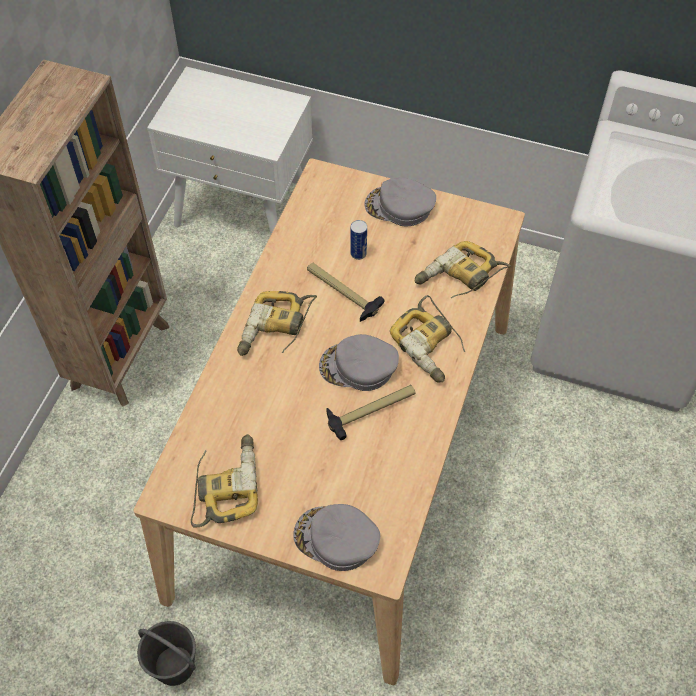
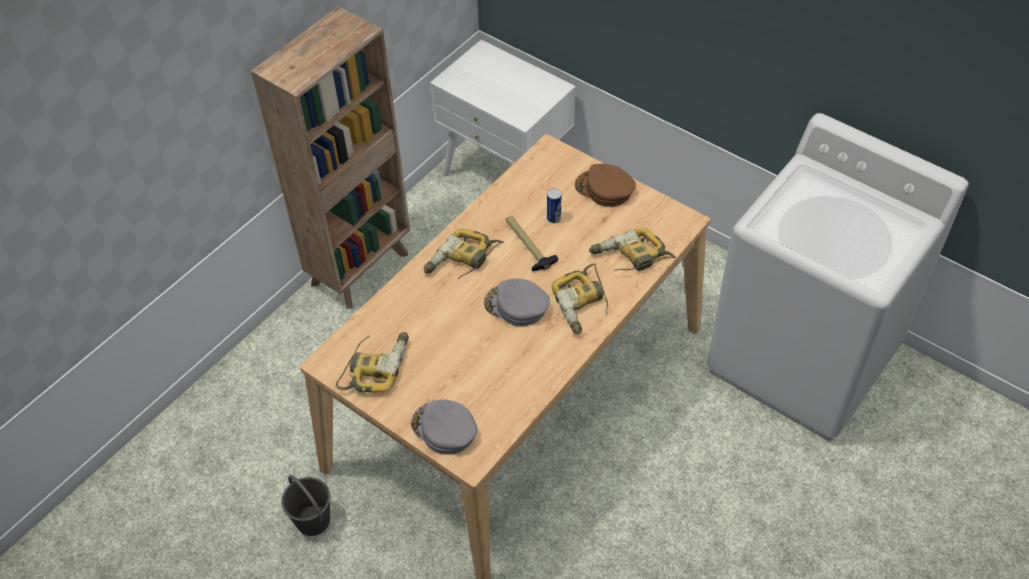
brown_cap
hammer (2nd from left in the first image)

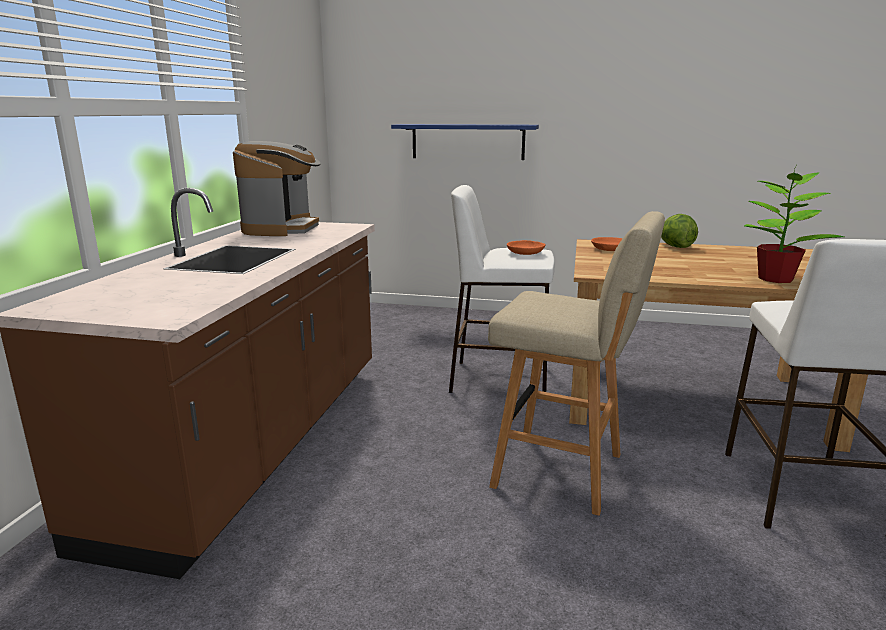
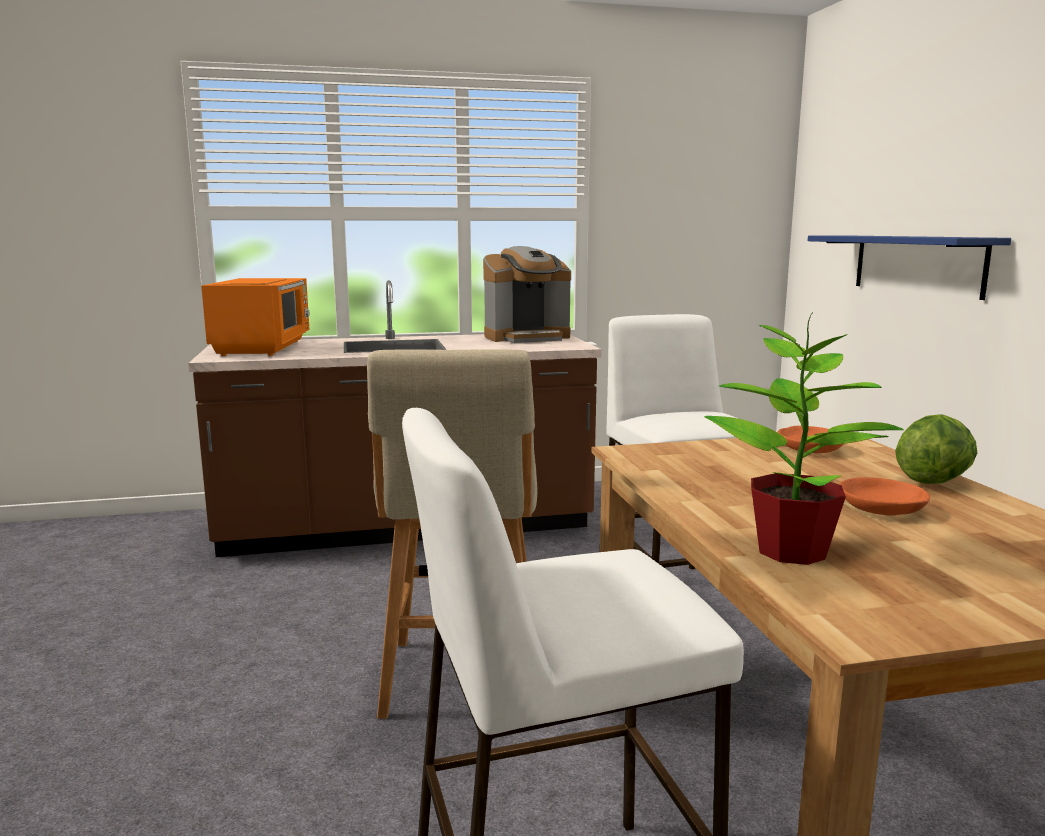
orange_microwave
orange_bowl (2nd from left)

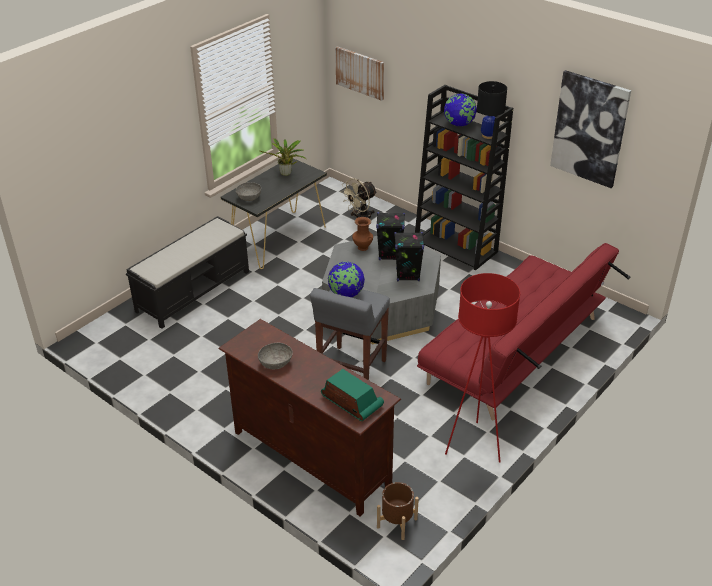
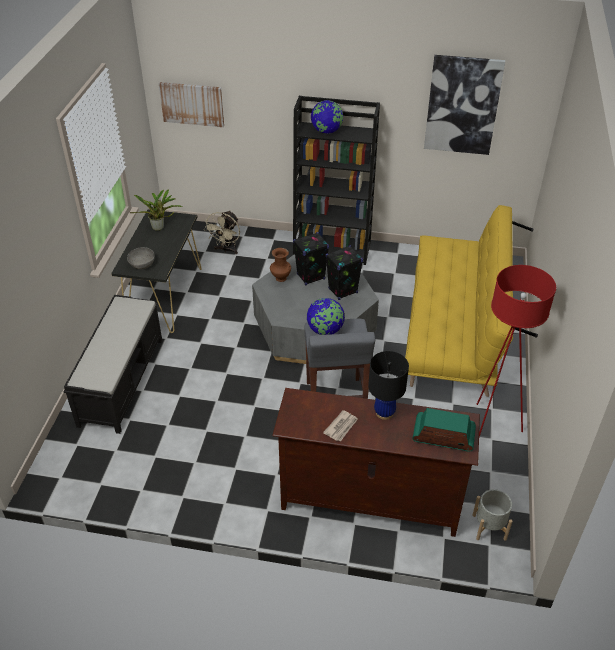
newspaper
black_table_lamp
yellow_sofa
grey_planter

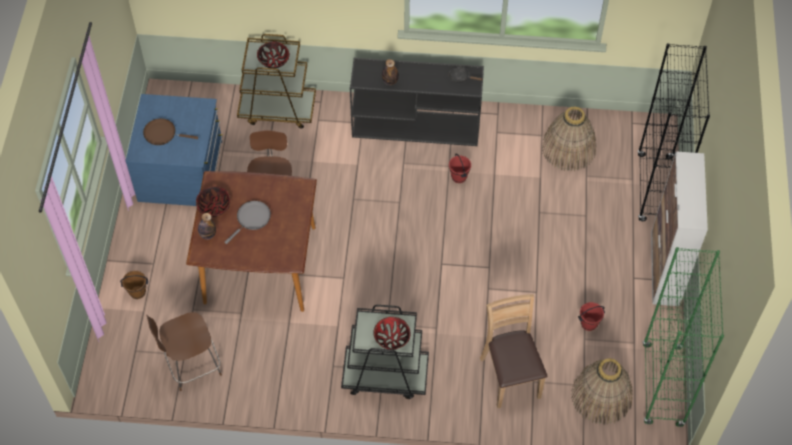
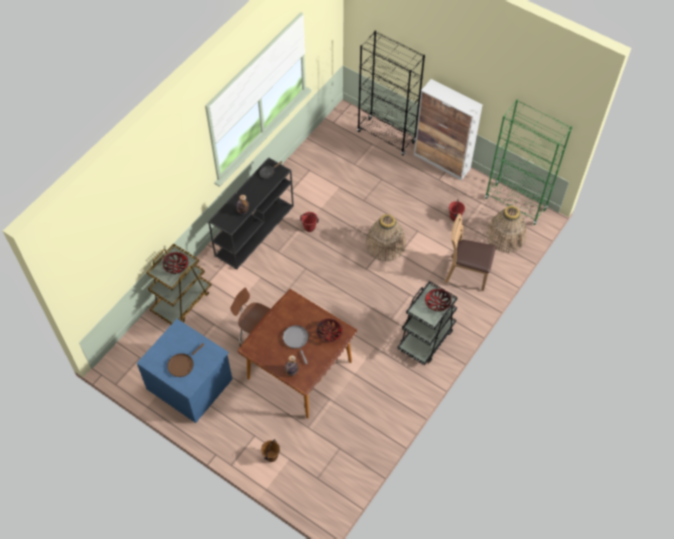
bowl (2nd from left)
basket (1st from left)
brown_chair (1st from left in the first image)

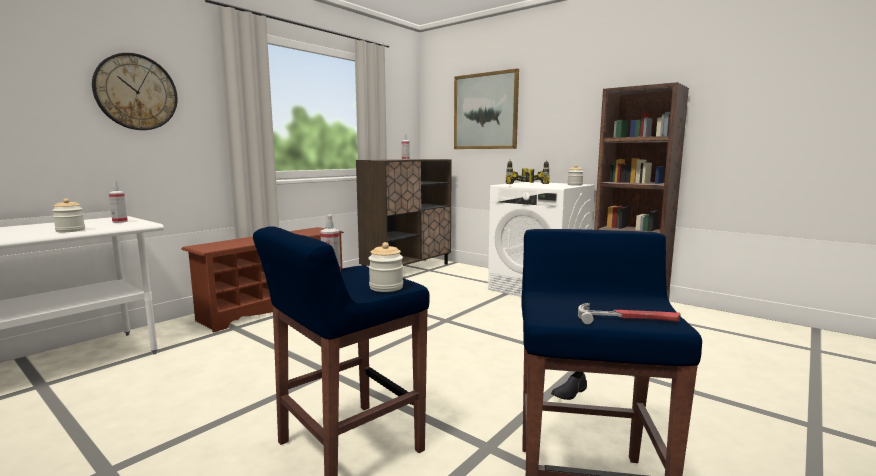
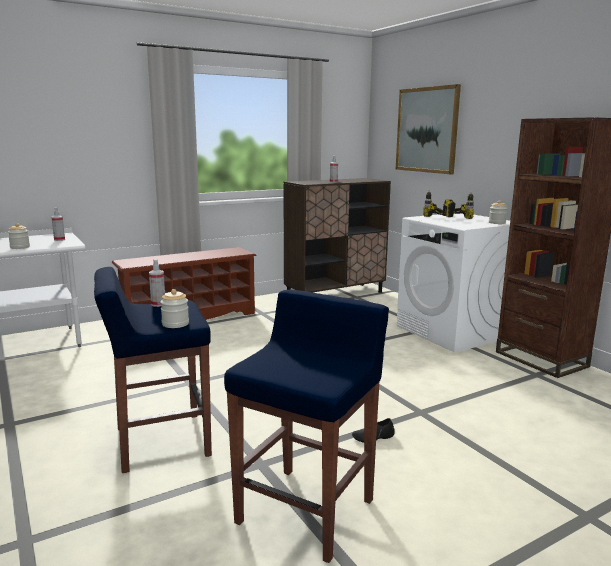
wall_clock
hammer

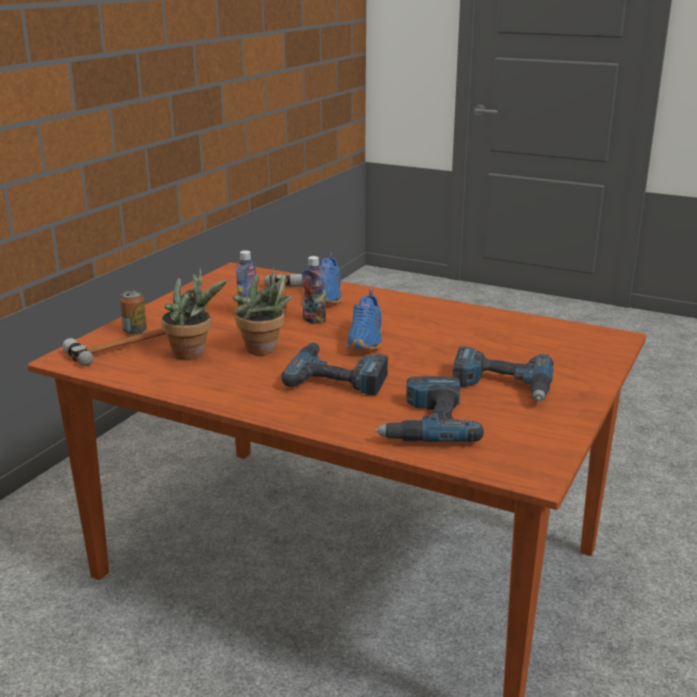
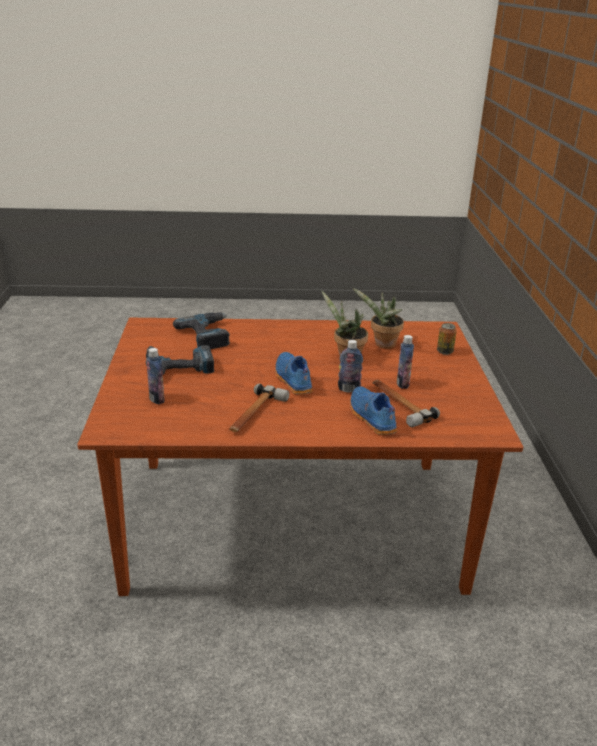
bottle (1st from left)
hammer (1st from left)
power_drill (1st from left in the first image)

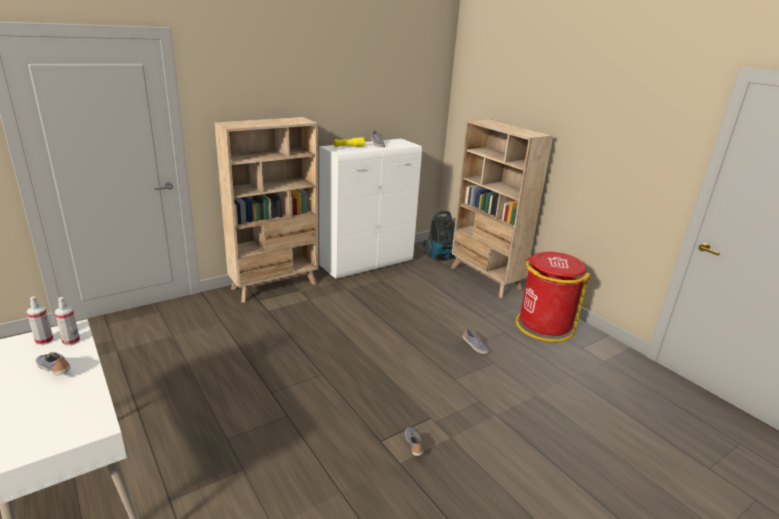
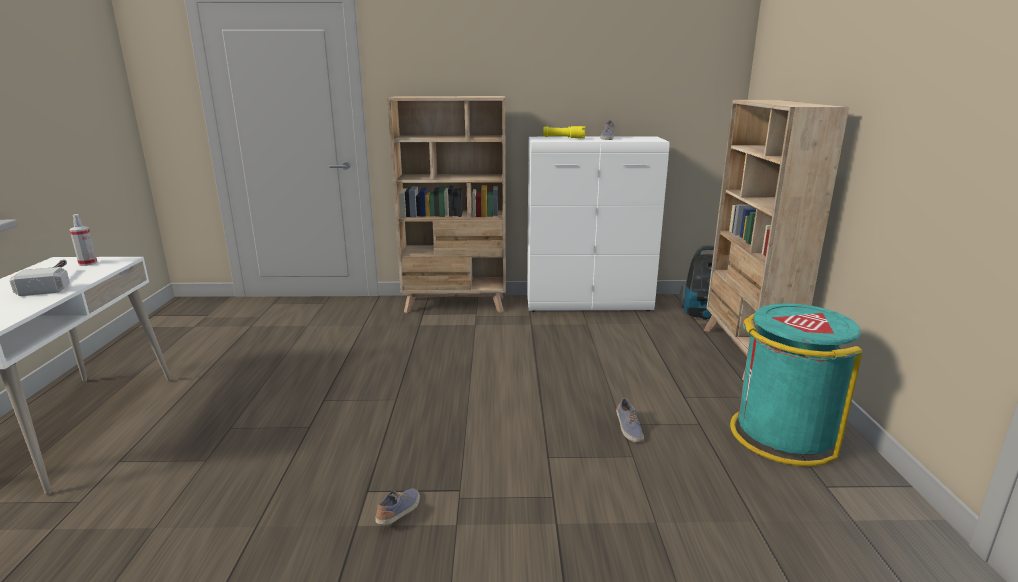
hammer
turquoise_trash_can
spray_bottle (2nd from left in the first image)

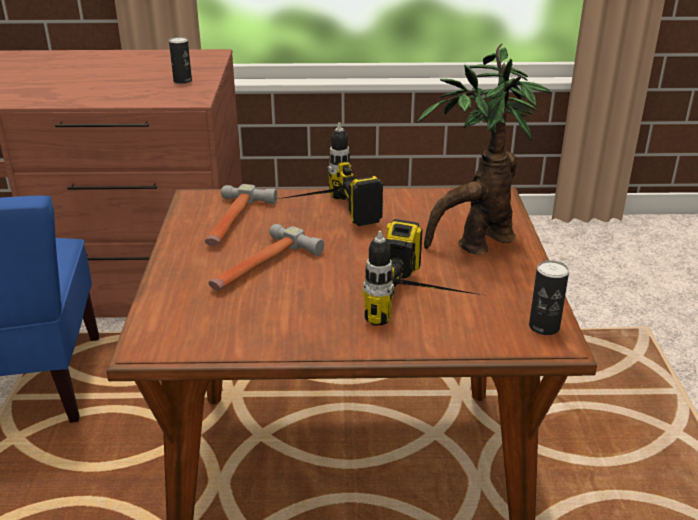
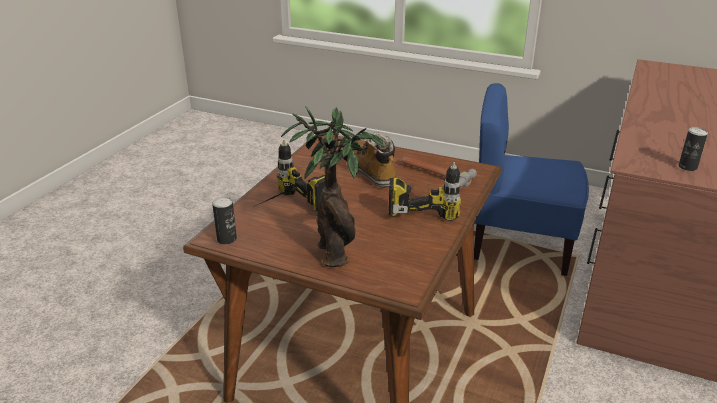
boot

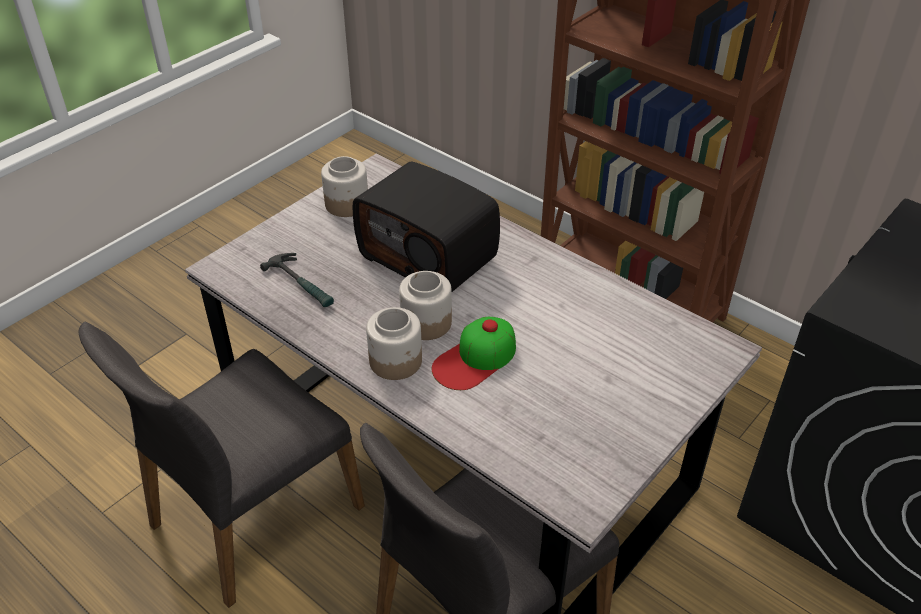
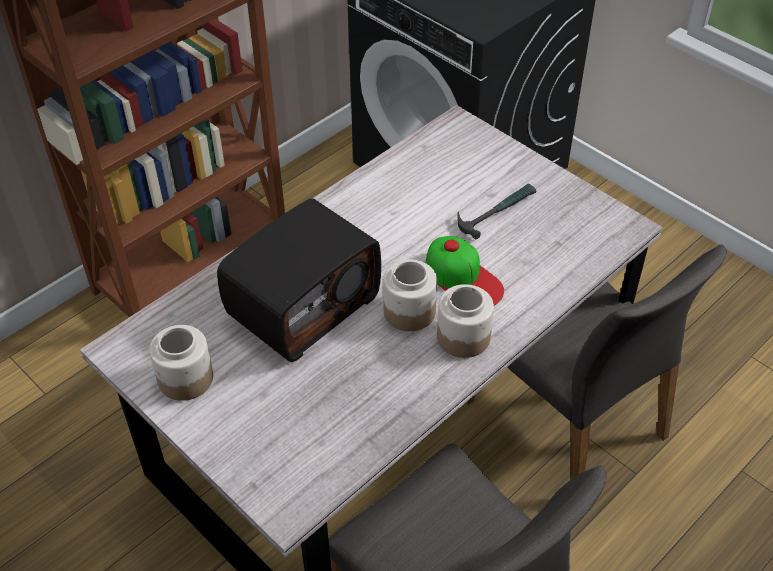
hammer

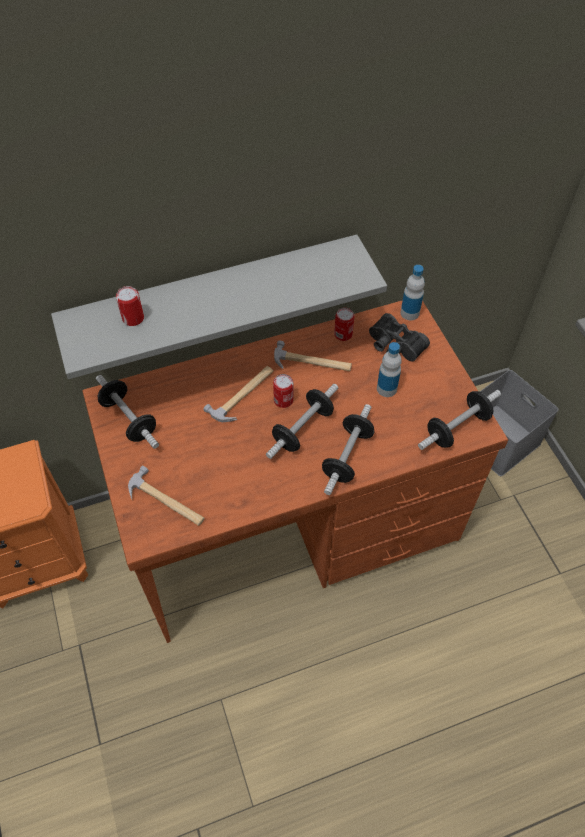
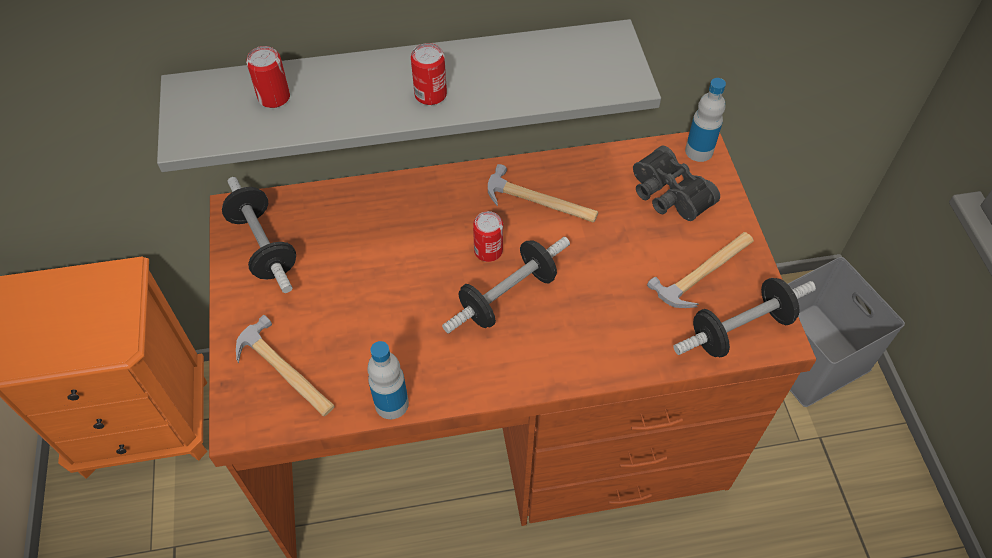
bottle (1st from left)
can (2nd from left)
hammer (3rd from left)
dumbbell (3rd from left in the first image)

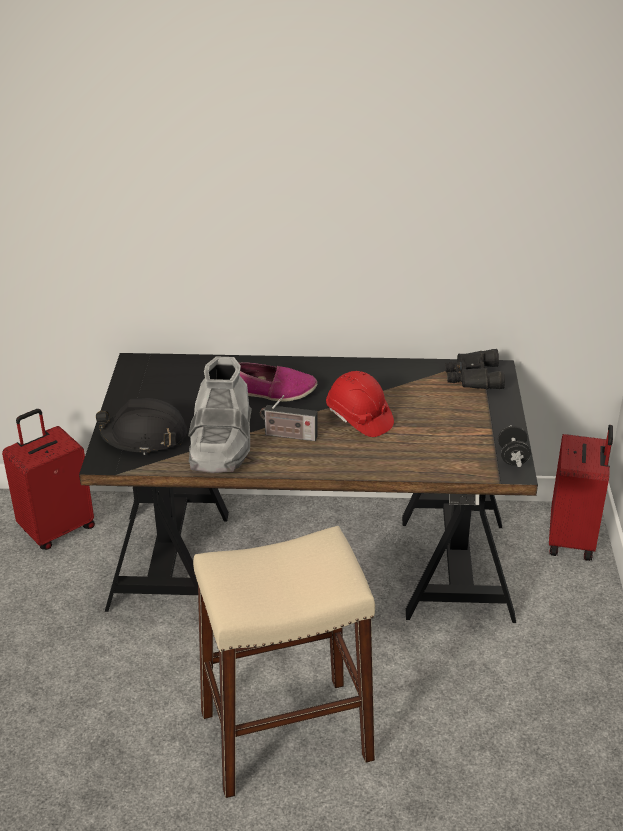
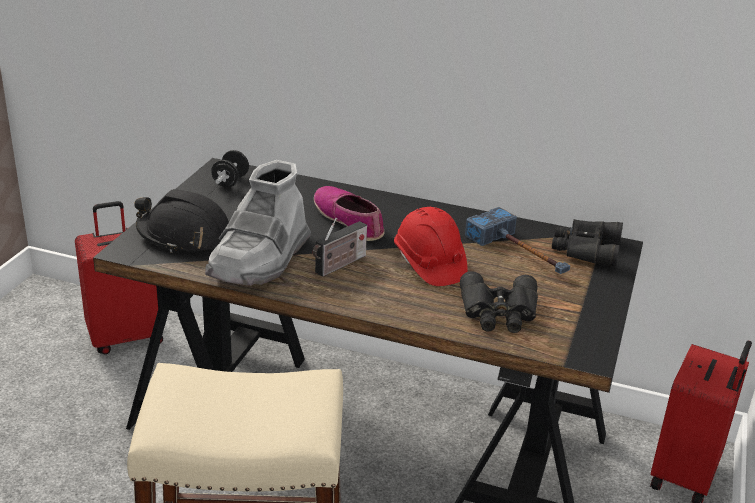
black_dumbbell
radio
shoe
black_binoculars (1st from left)
hammer

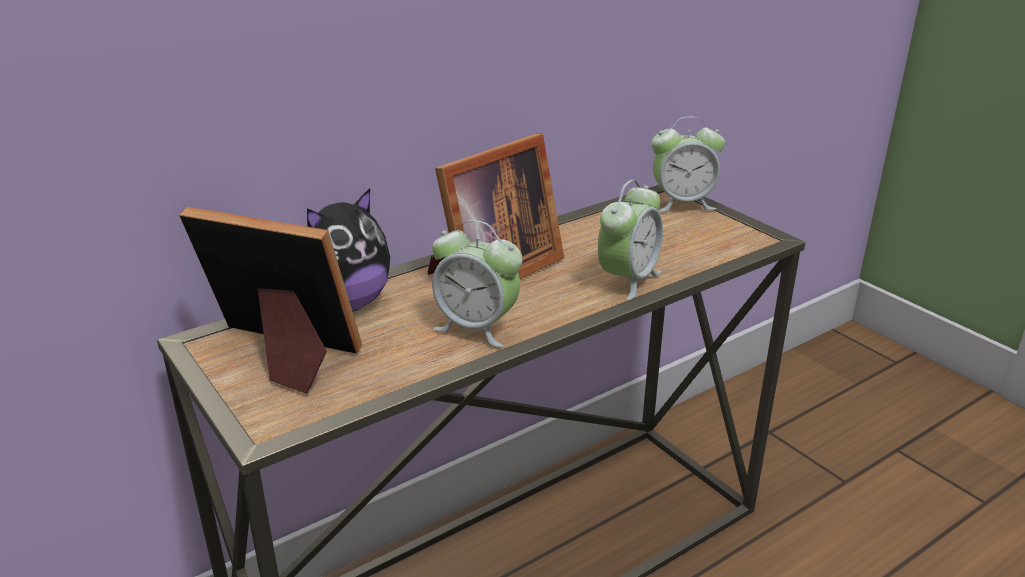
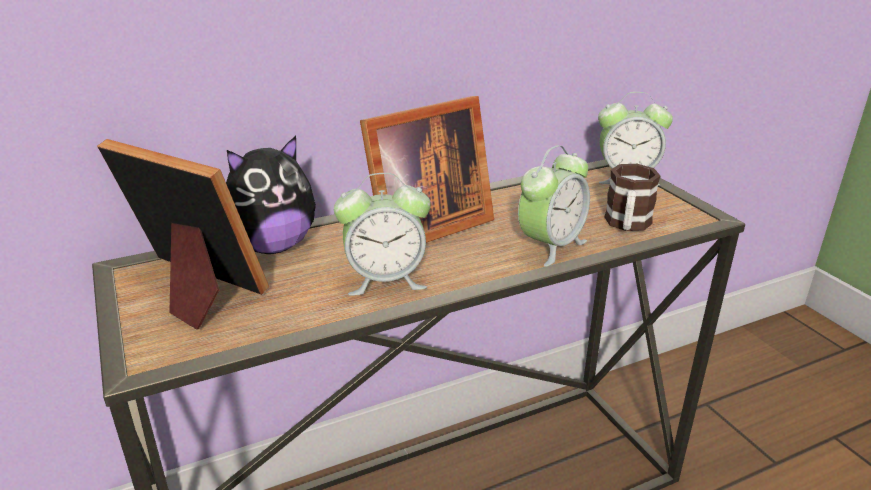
alarm_clock (1st from left)
mug

